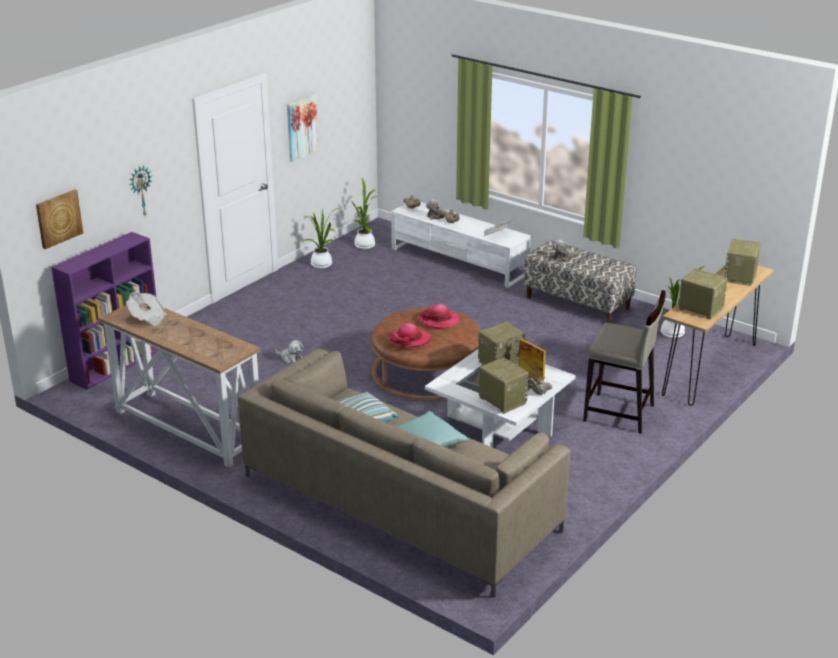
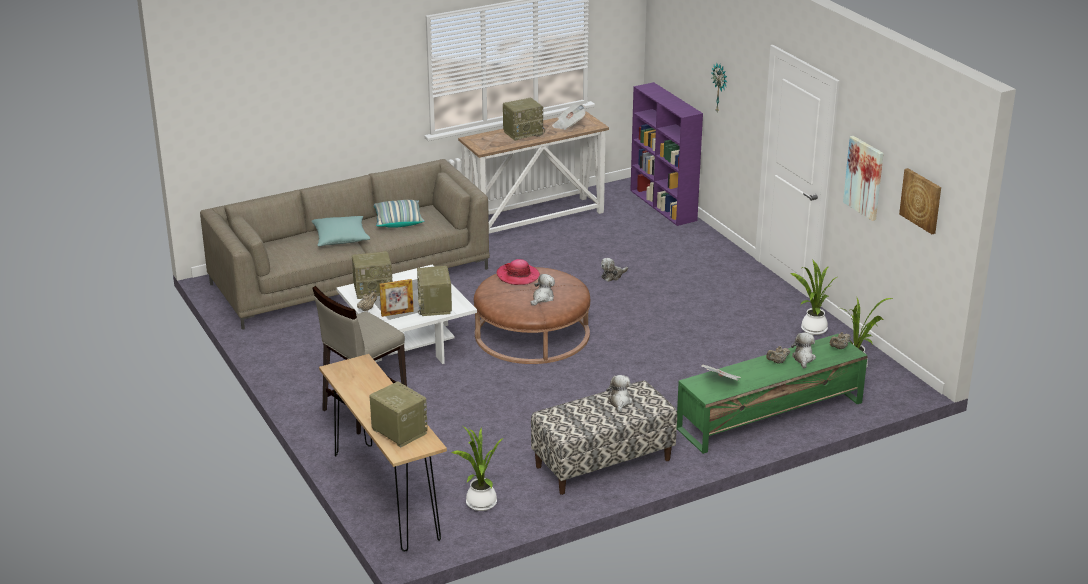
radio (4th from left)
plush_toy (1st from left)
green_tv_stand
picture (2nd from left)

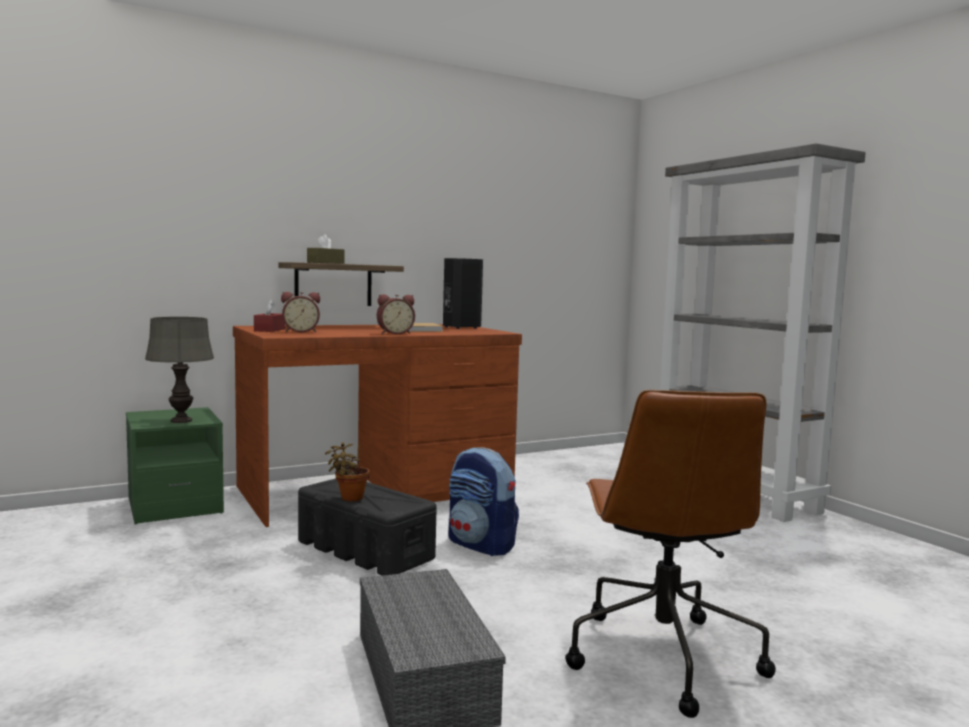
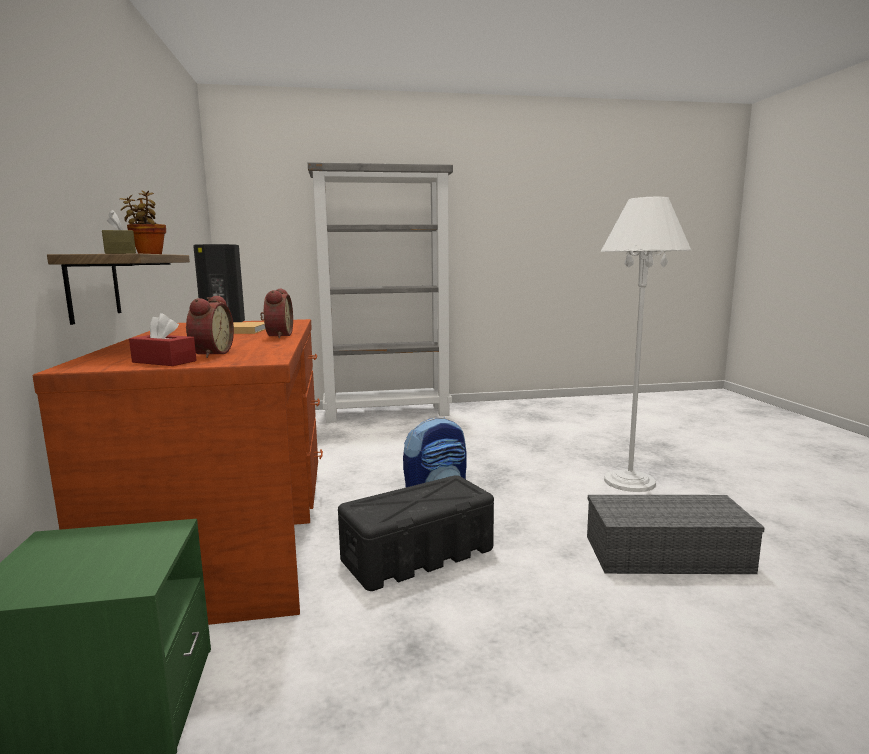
potted_plant
white_floor_lamp
grey_table_lamp

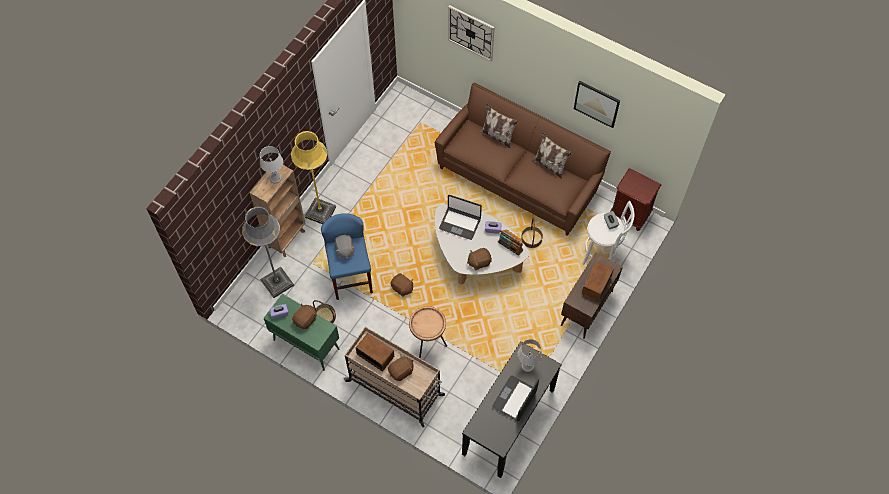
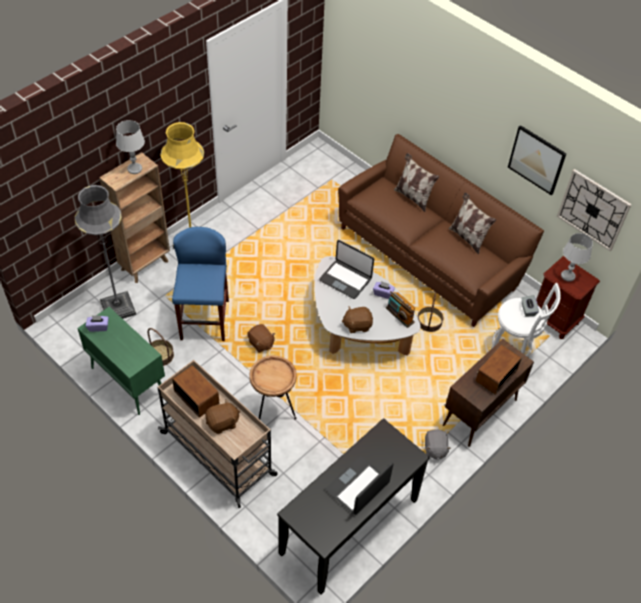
grey_plush_toy
wall_clock
grey_table_lamp (2nd from left)
brown_plush_toy (1st from left in the first image)

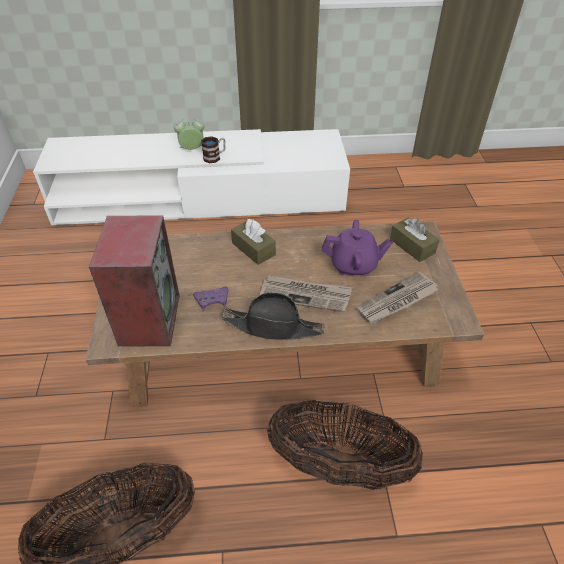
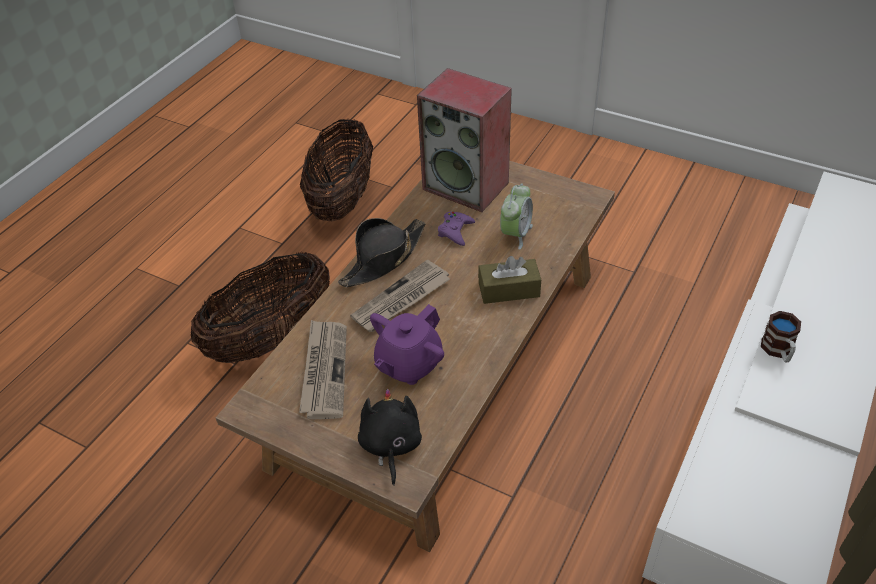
black_plush_toy
alarm_clock

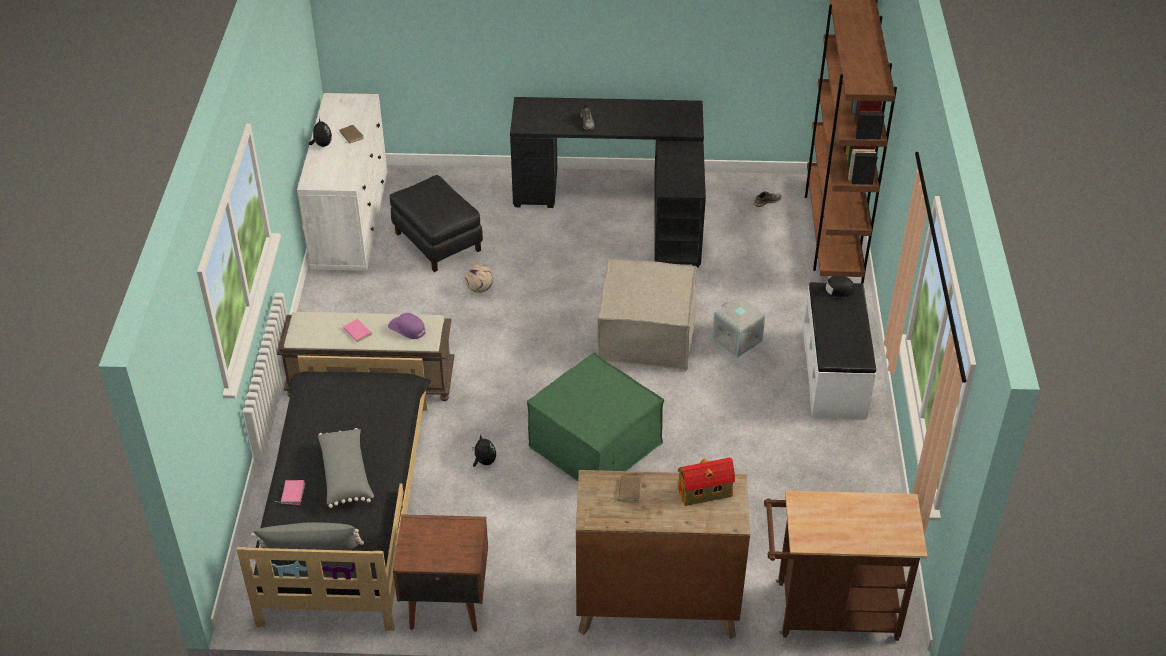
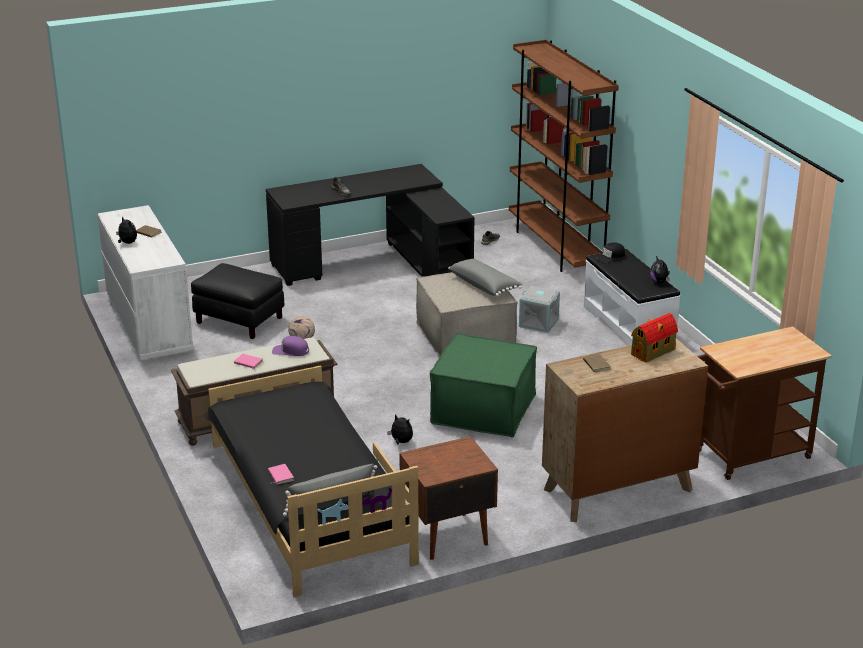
grey_pillow (2nd from left)
plush_toy (3rd from left)

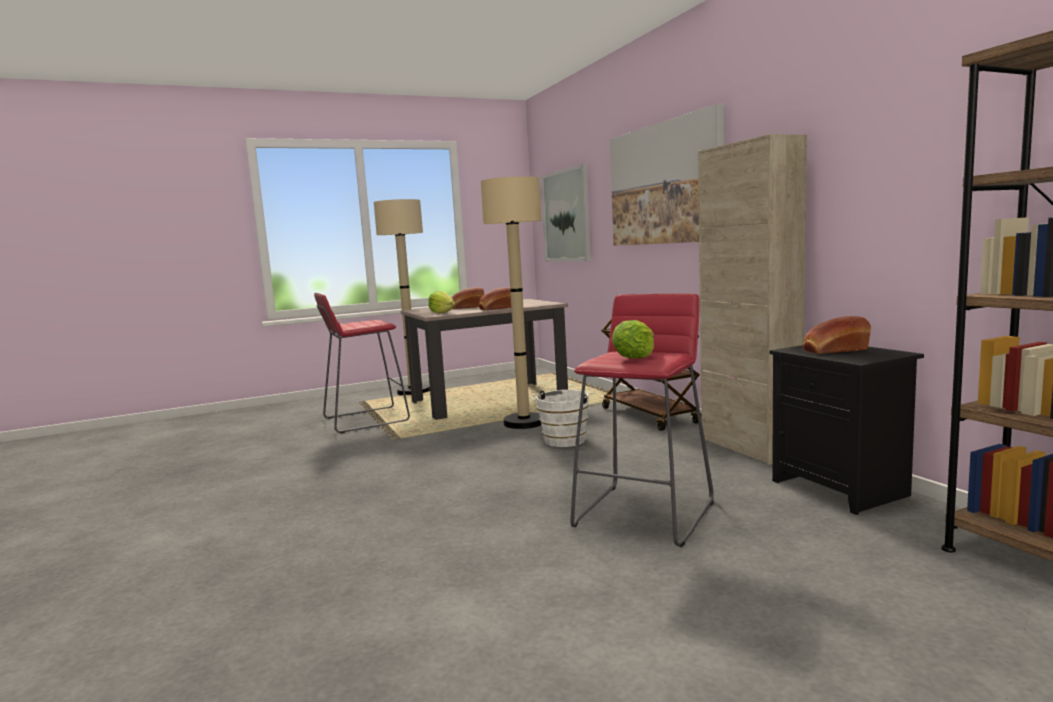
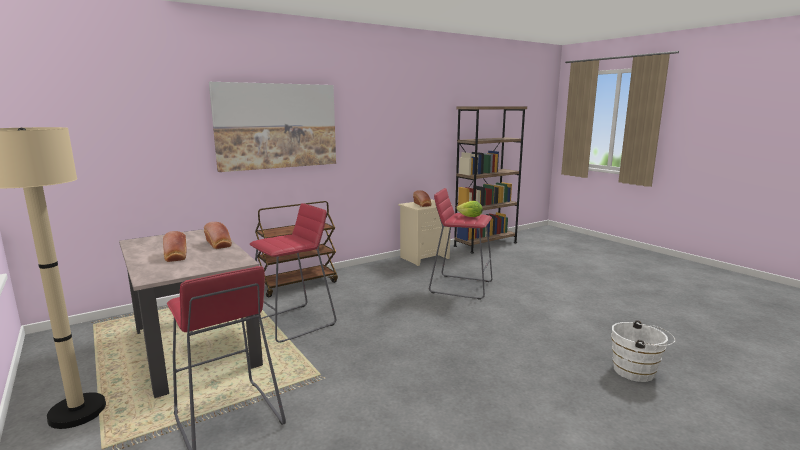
red_stool (2nd from left)
beige_nightstand
white_bucket
lettuce (1st from left in the first image)
picture (1st from left in the first image)
beige_cabinet

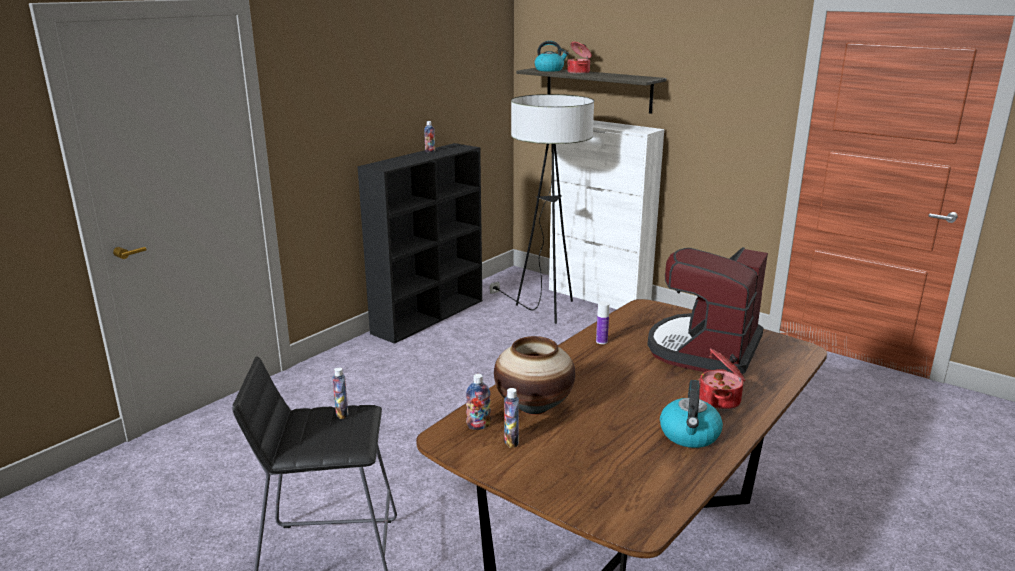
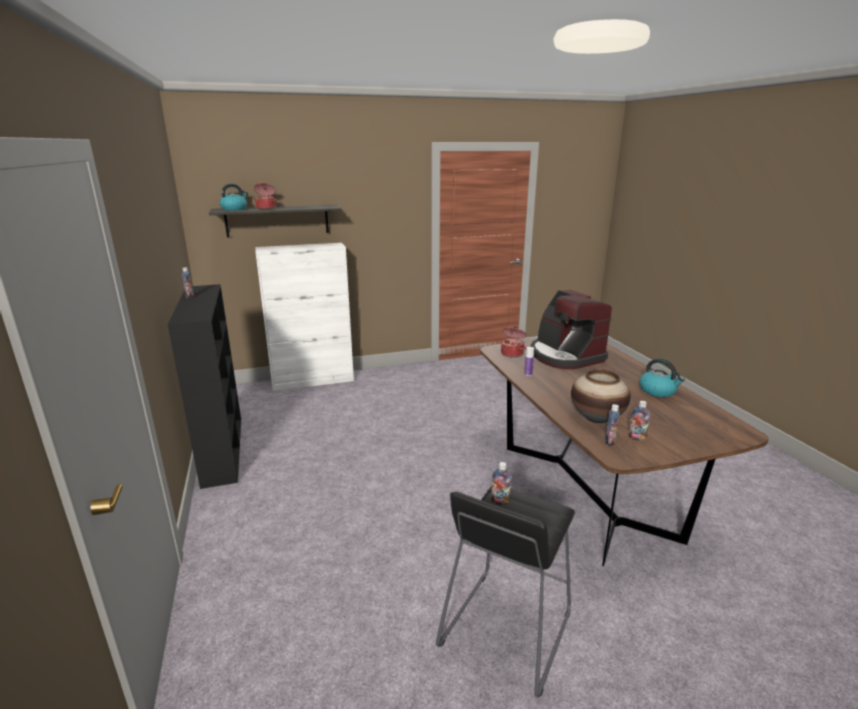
cooking_pot (2nd from left)
floor_lamp

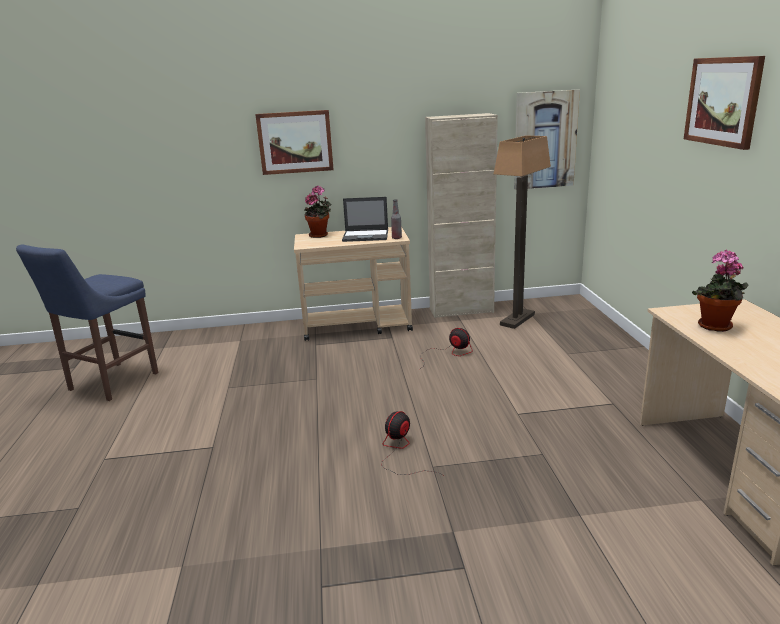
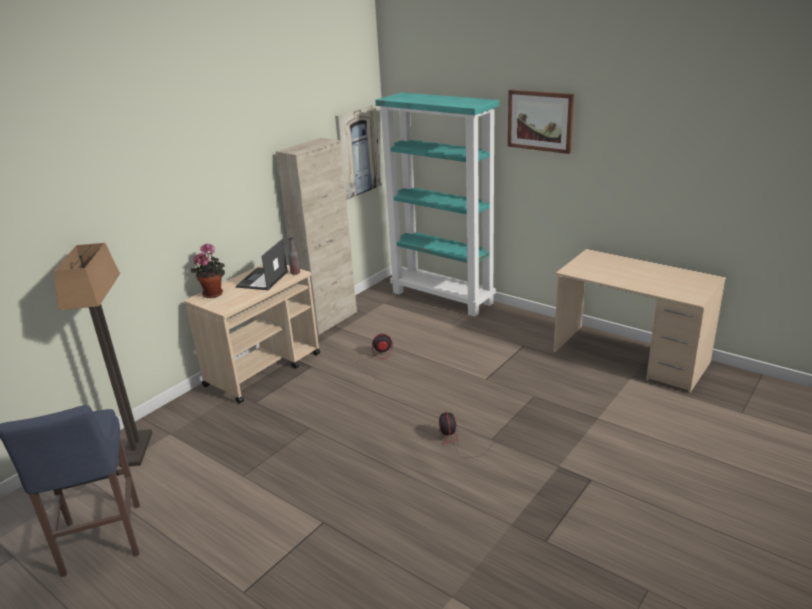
floor_lamp
laptop
turquoise_bookcase
picture (1st from left in the first image)
potted_plant (2nd from left in the first image)

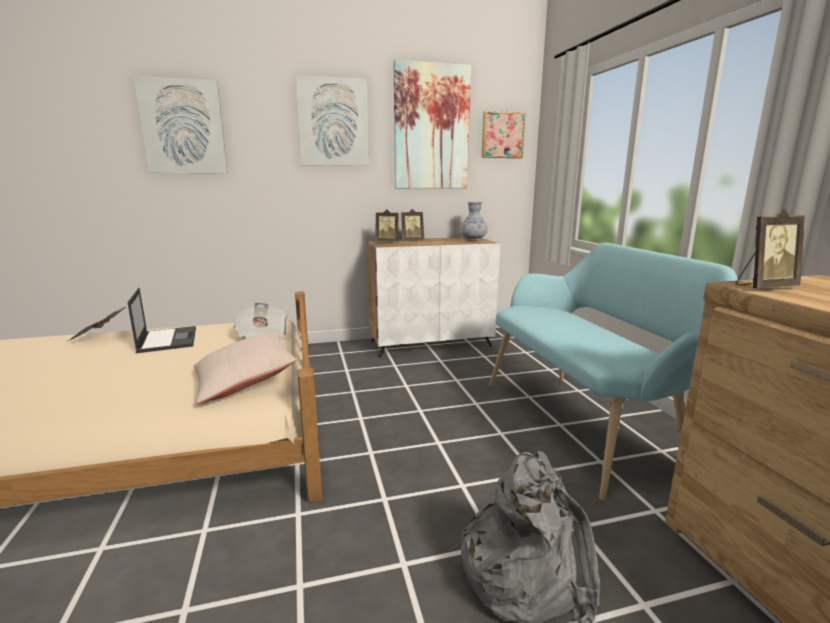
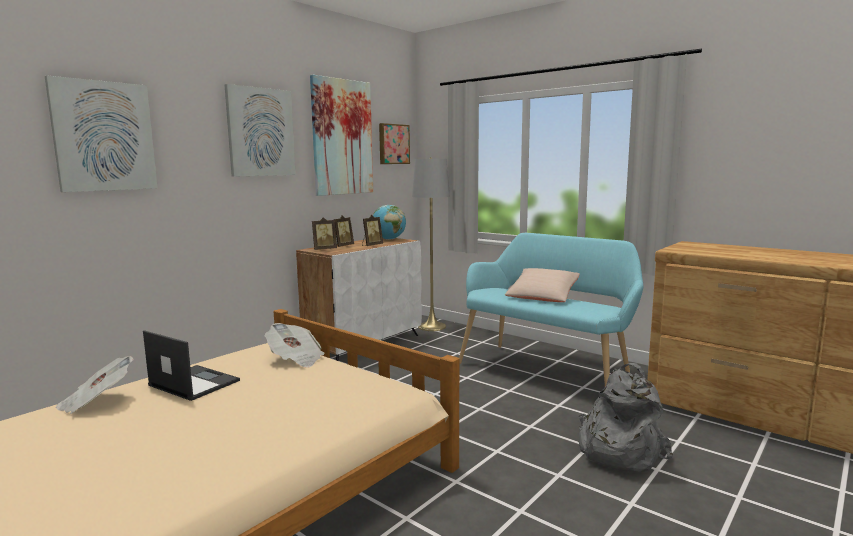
picture_frame (3rd from left)
globe
grey_floor_lamp
beige_pillow

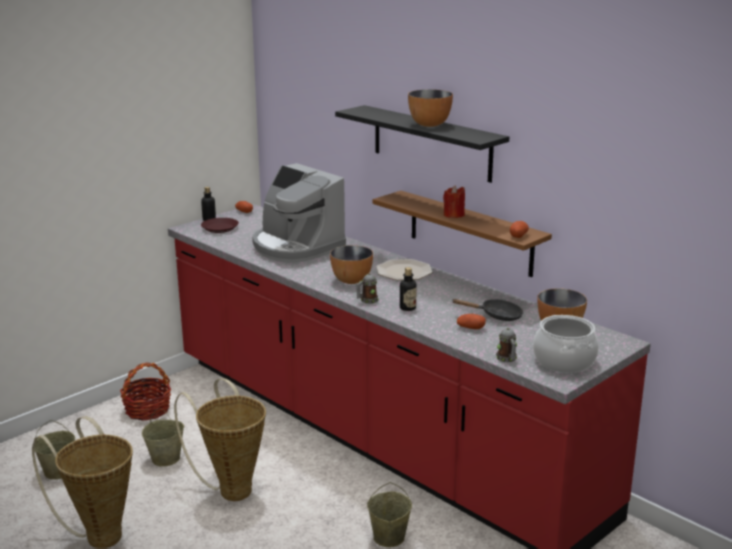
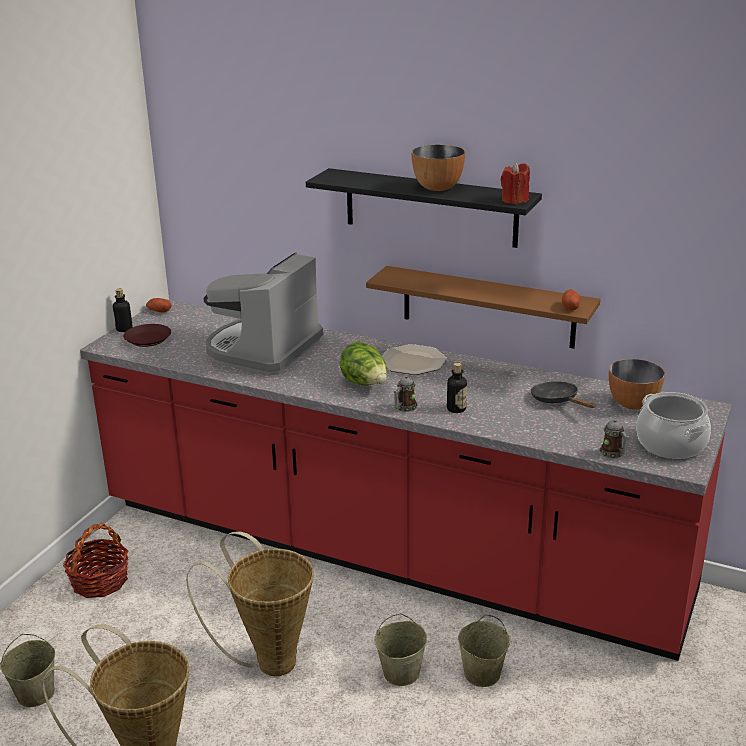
coffee_machine
lettuce
beige_bucket (2nd from left)
red_candle
black_frying_pan
potato (2nd from left in the first image)

